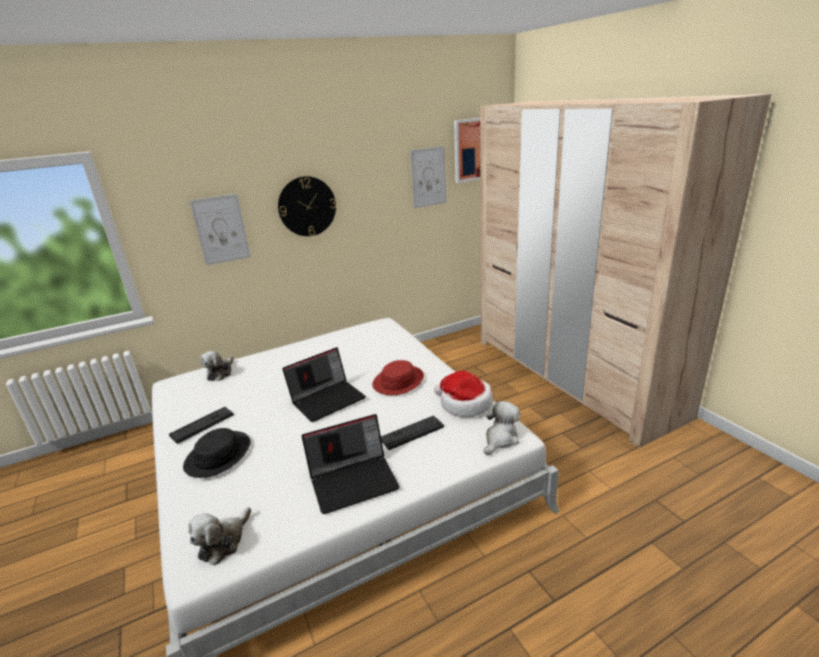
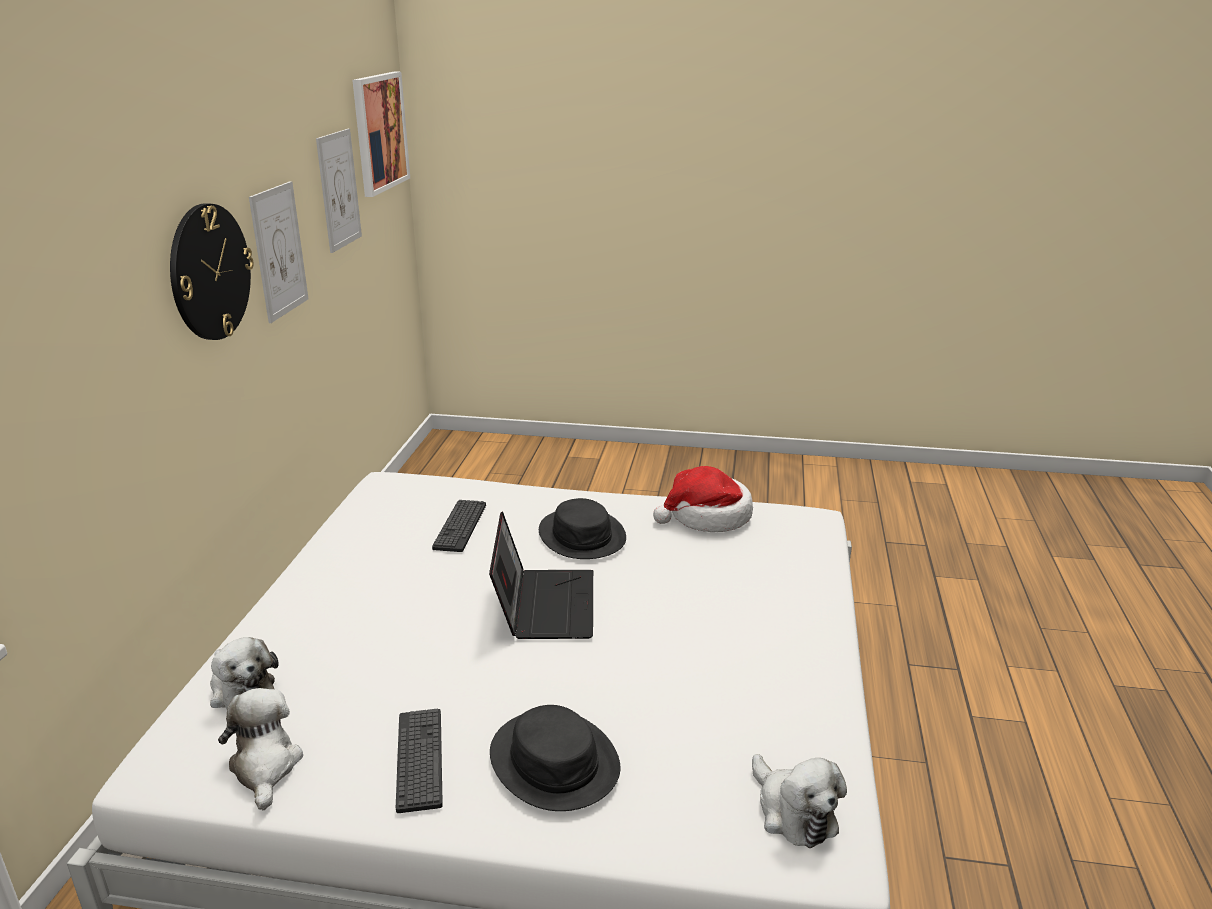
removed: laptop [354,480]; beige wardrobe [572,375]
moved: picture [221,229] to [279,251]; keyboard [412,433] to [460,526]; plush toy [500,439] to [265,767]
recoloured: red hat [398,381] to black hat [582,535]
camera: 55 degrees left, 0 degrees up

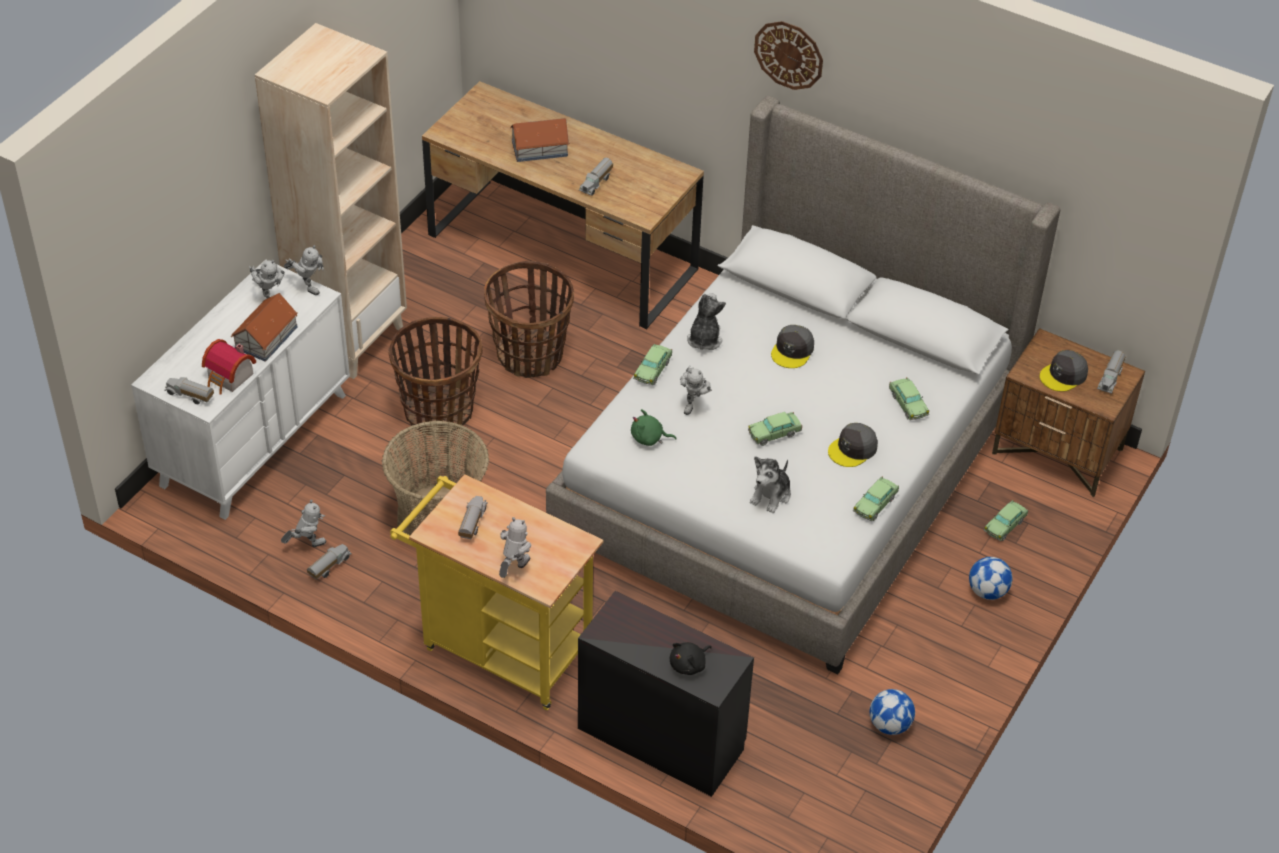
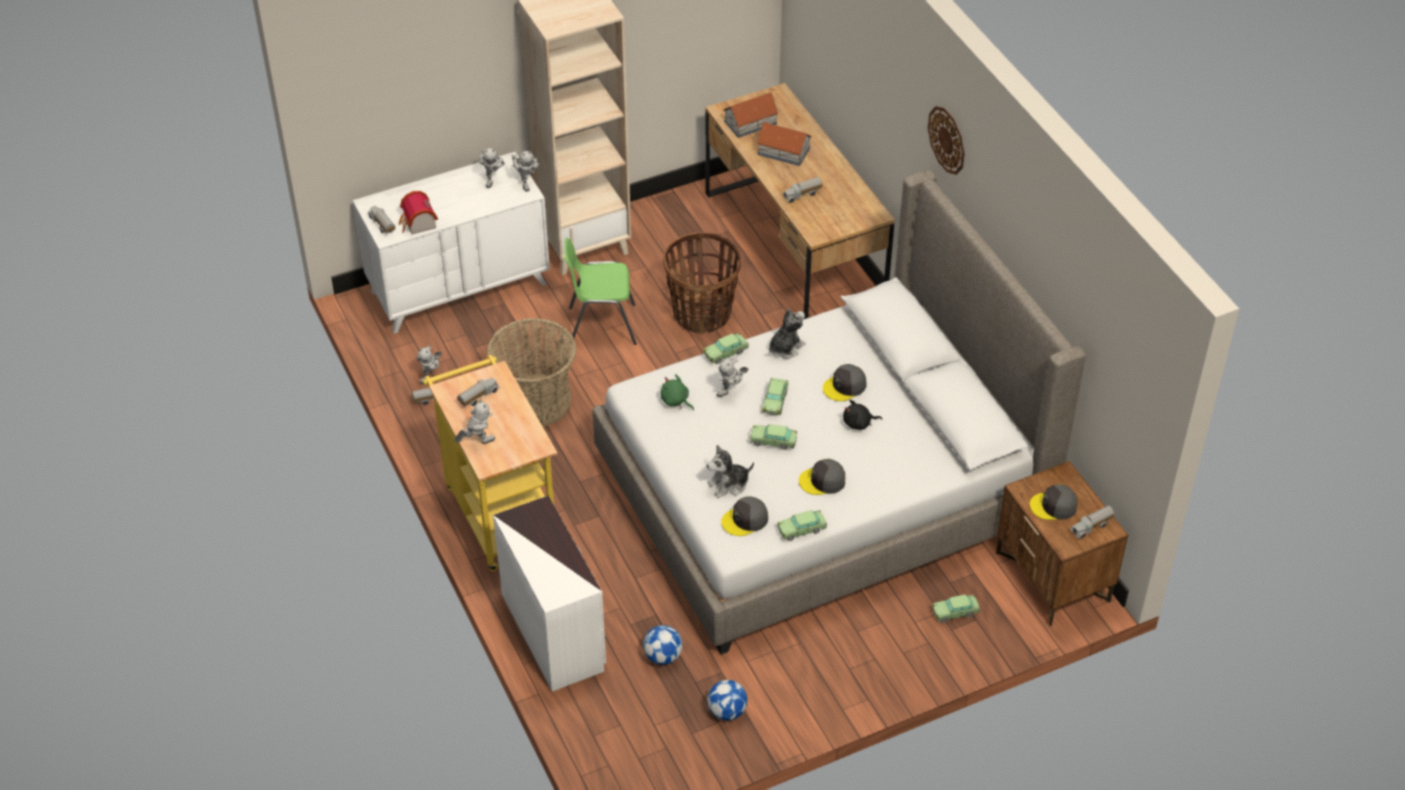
added: grey cap [745,520]
moved: toy house [267,337] to [751,123]; black plush toy [689,665] to [859,423]; toy car [908,404] to [775,401]; football [987,591] to [663,656]
replaced: basket [439,411] to green chair [601,325]
recoloured: black dresser [661,736] to white dresser [554,631]
turned: toy robot [307,544] = [432,376] 105 degrees clockwise
camera: 35 degrees right, 0 degrees up

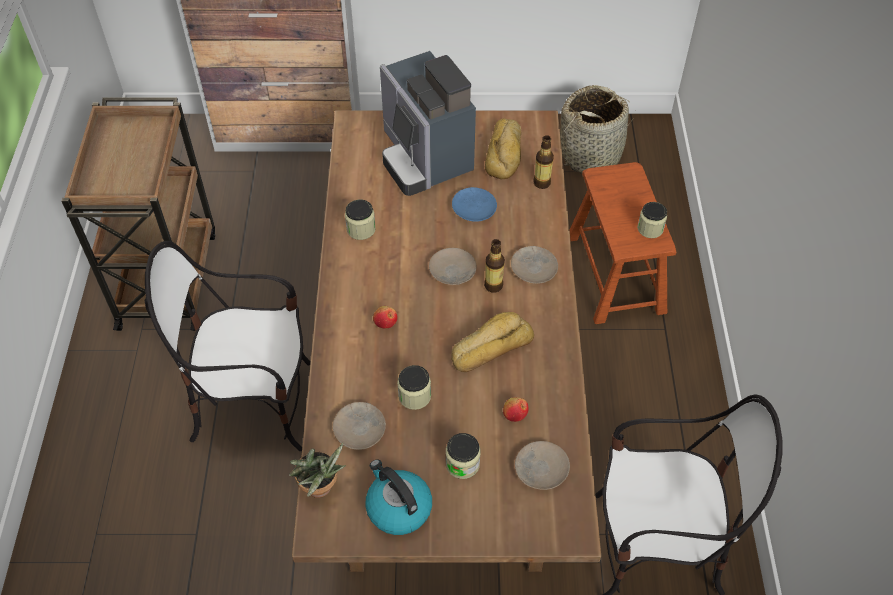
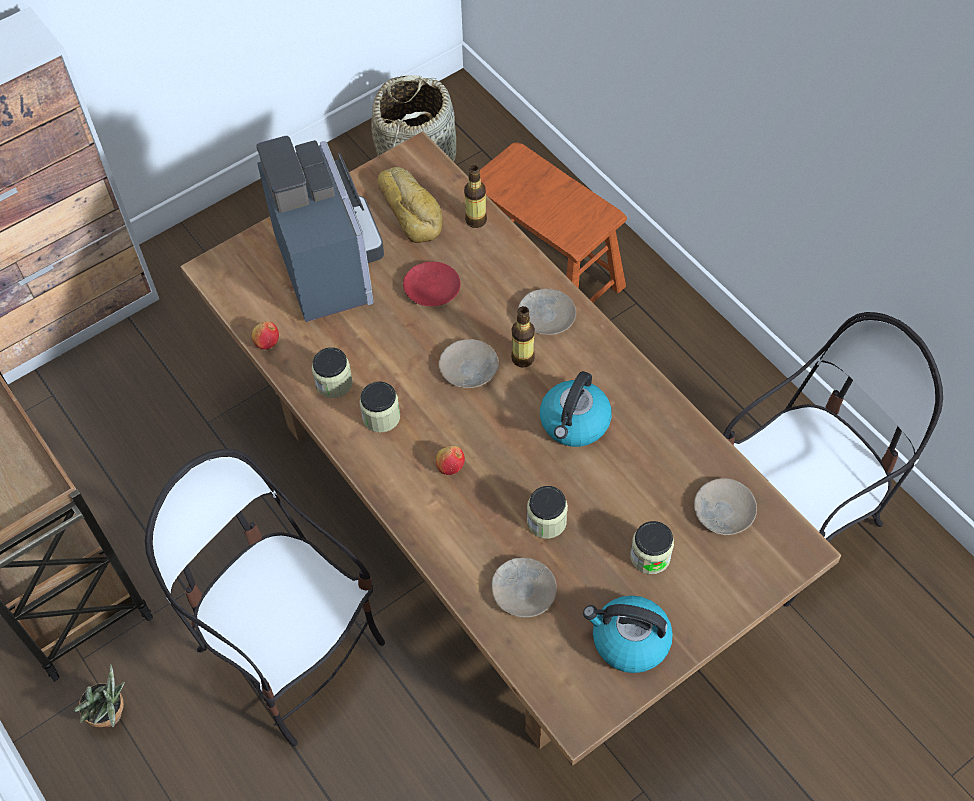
moved: potted plant [321,490] to [112,716]; apple [515,414] to [266,341]; jar [650,229] to [381,417]
replaced: bread [490,347] to kettle [574,423]
recoloured: blue plate [474,208] to red plate [431,288]
turned: chair [254,404] = [290,652] 75 degrees clockwise; coffee machine [424,157] = [330,263] 135 degrees counterclockwise
camera: 35 degrees left, 5 degrees up

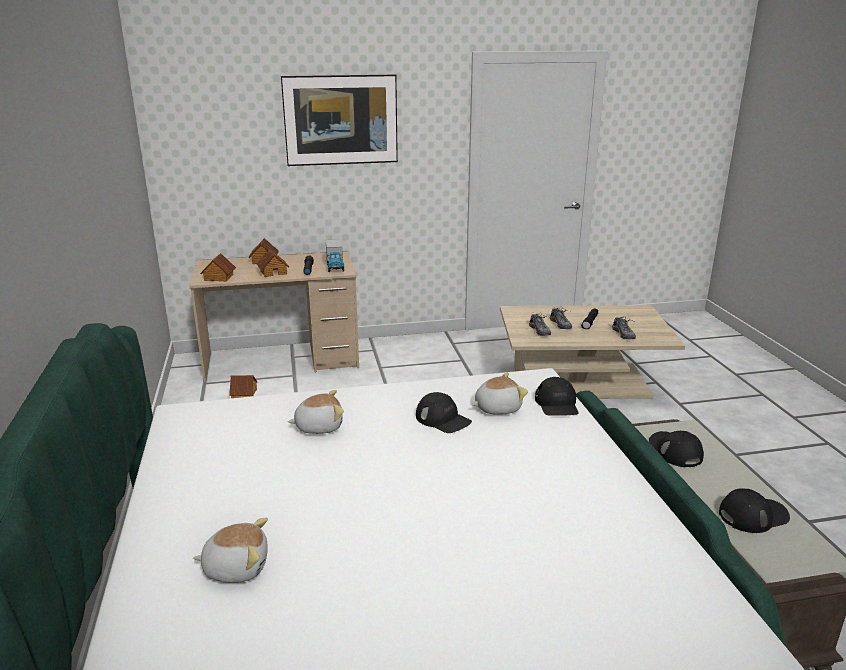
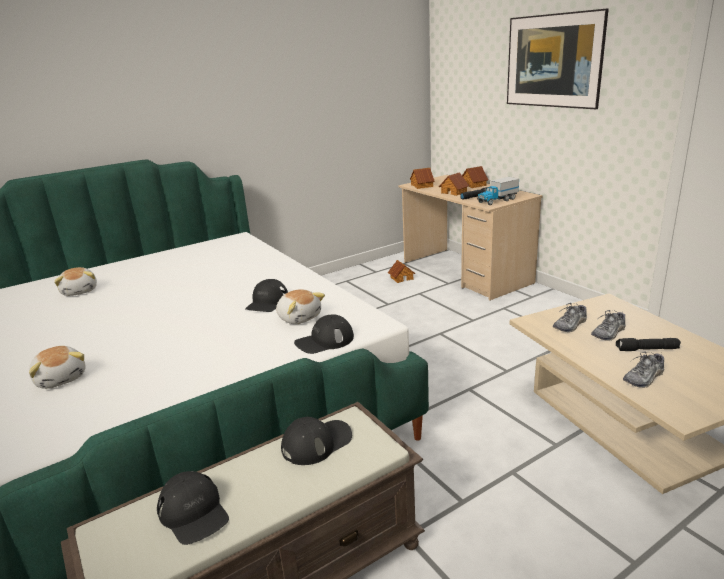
moved: plush toy [319,426] to [61,378]
camera: 70 degrees right, 0 degrees up

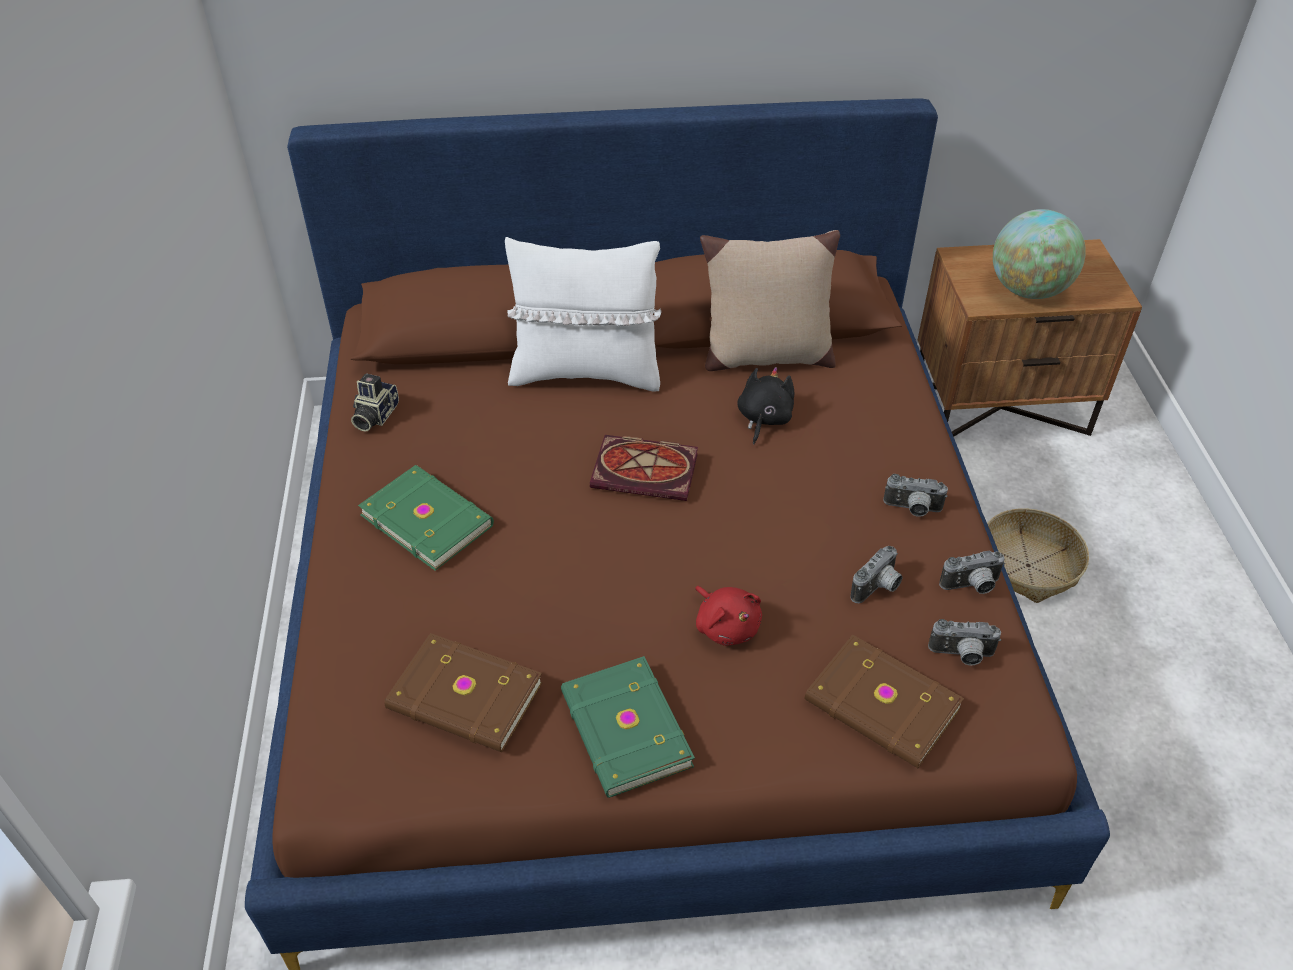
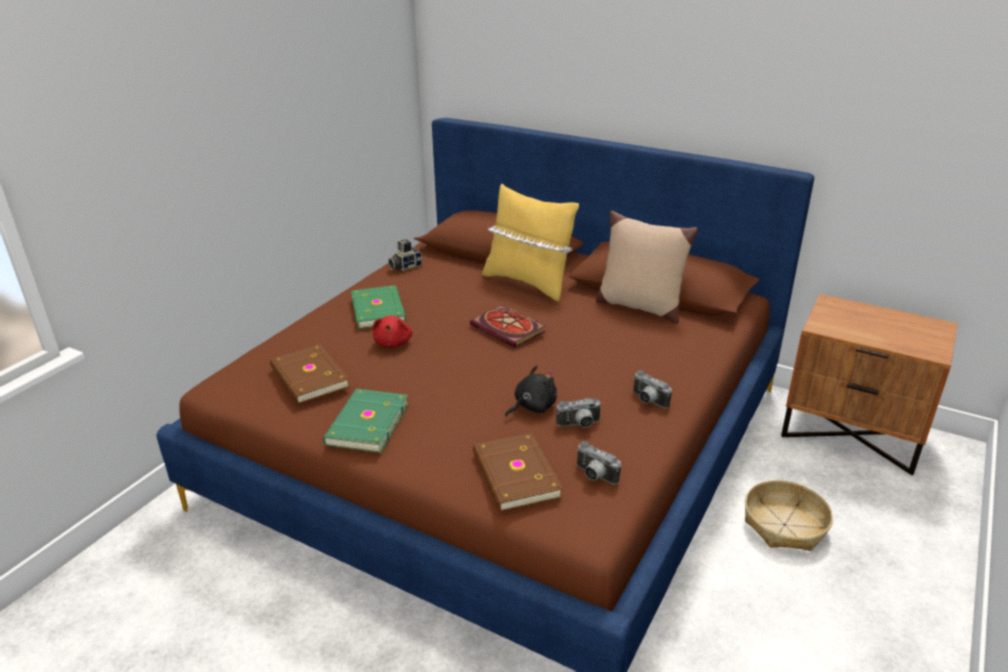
removed: photo camera [972,587]; globe [1028,290]
moved: red plush toy [726,626] to [393,343]; black plush toy [763,419] to [532,406]
recoloured: white pillow [586,373] to yellow pillow [528,282]
camera: 35 degrees right, 15 degrees down

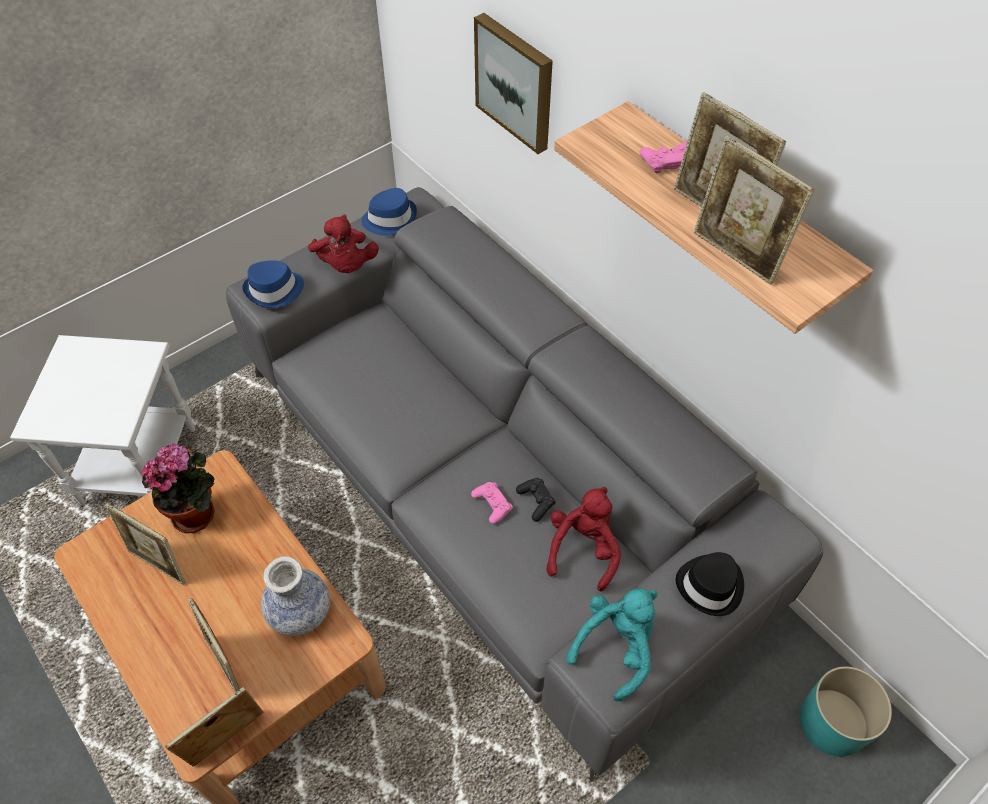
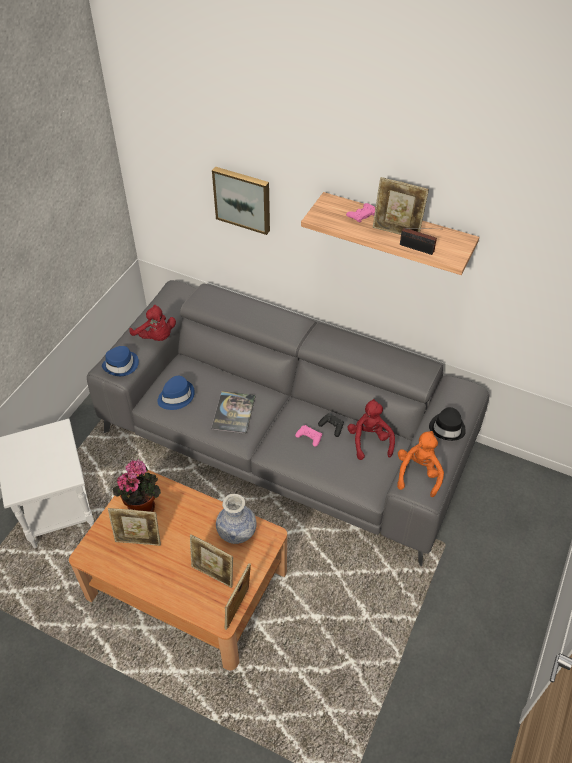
removed: turquoise planter [833,722]
added: book [233,413]
moved: blue hat [390,218] to [176,396]
replaced: picture frame [736,256] to radio [418,249]
recoloured: turquoise plush toy [616,647] to orange plush toy [418,473]
camera: 25 degrees left, 5 degrees down

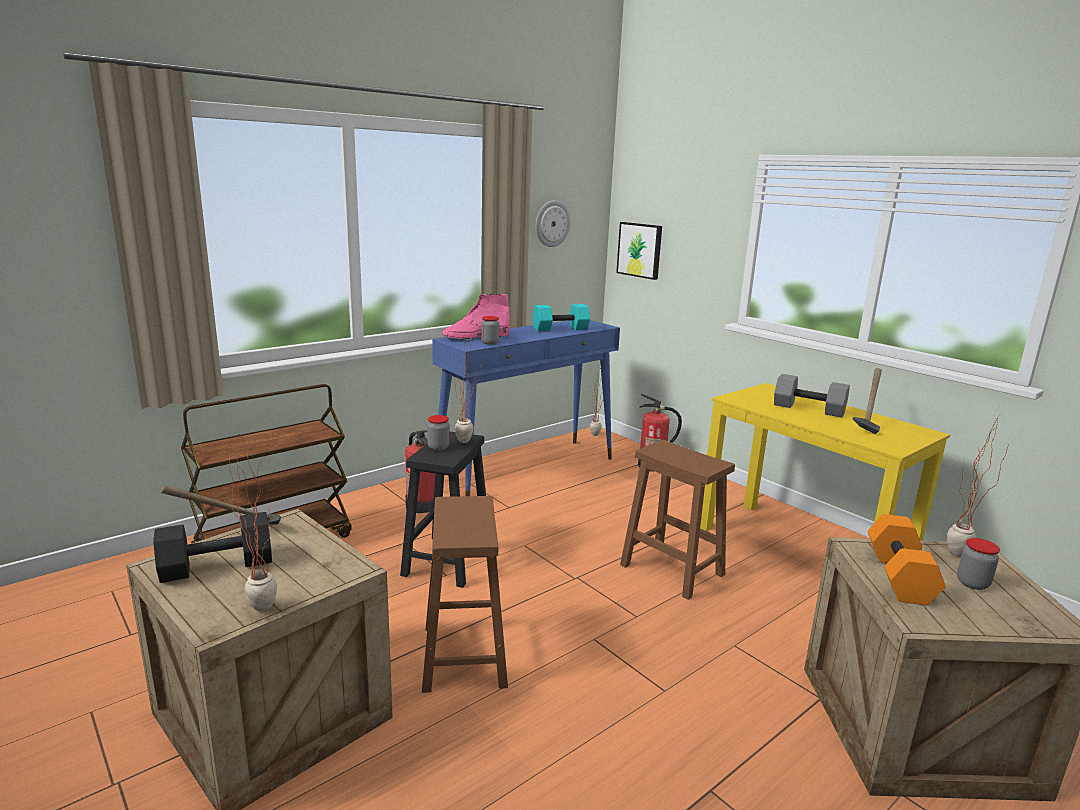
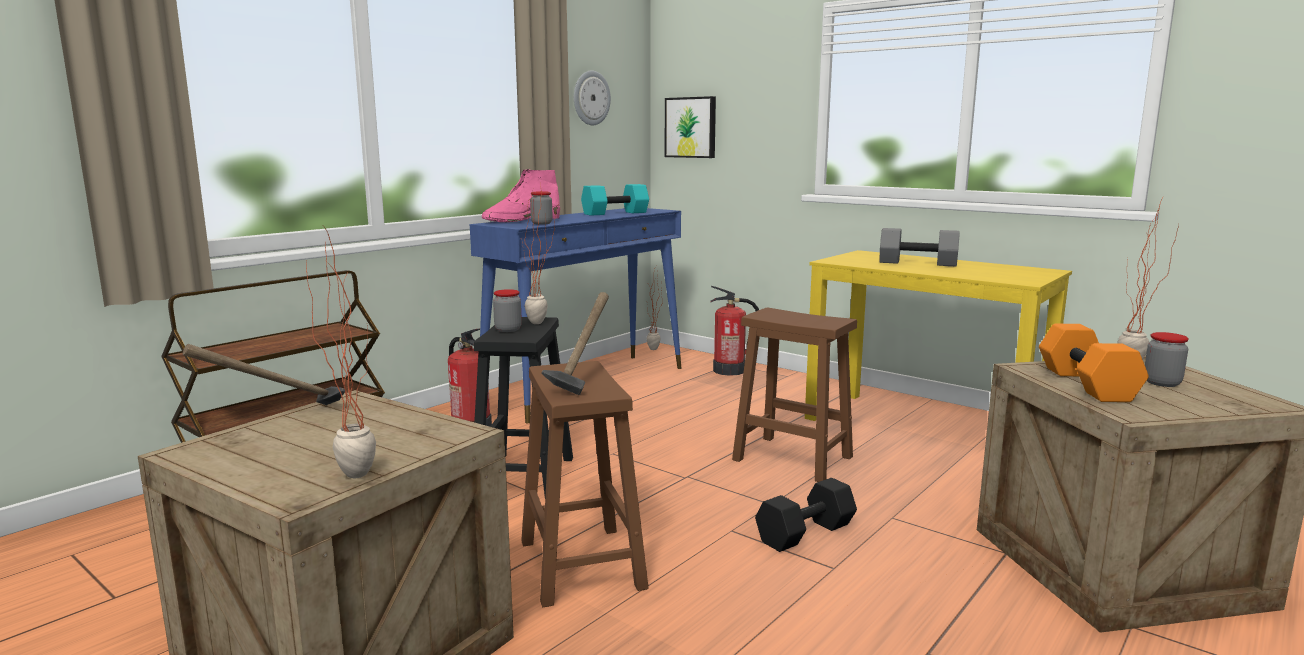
moved: black dumbbell [216,567] to [806,534]; hammer [866,424] to [581,380]
camera: 10 degrees left, 5 degrees down

